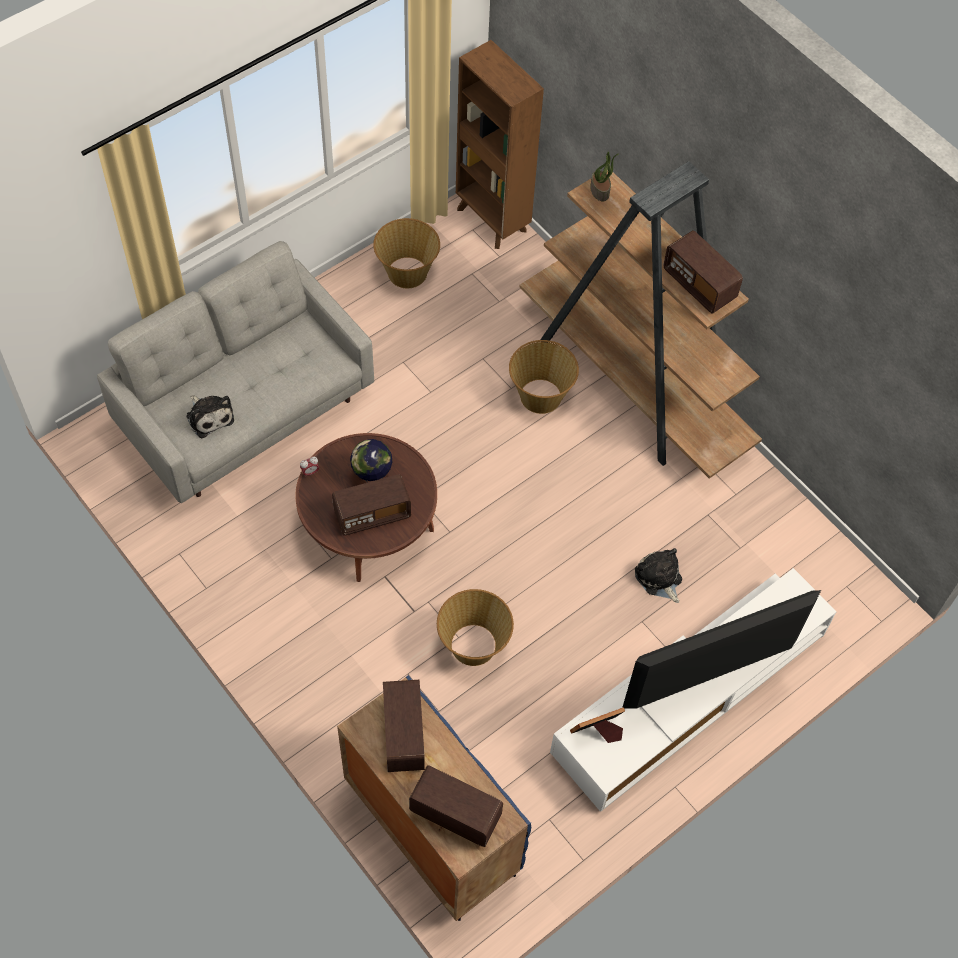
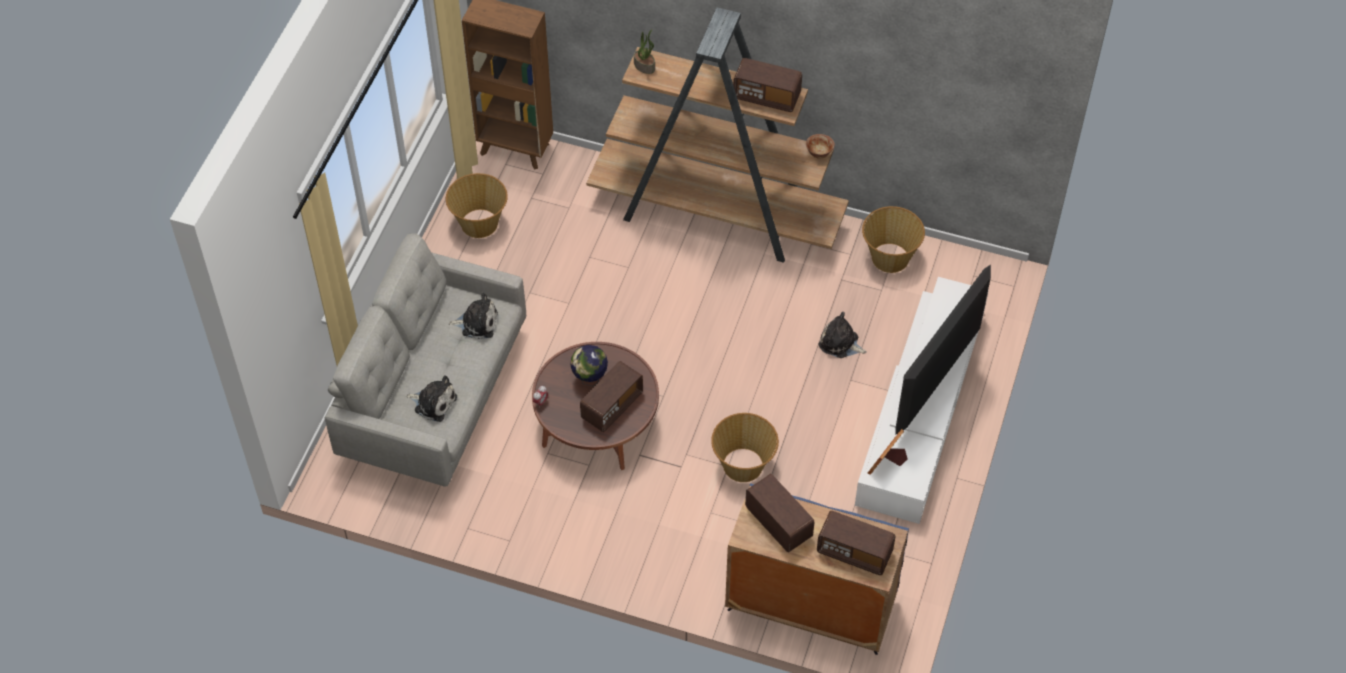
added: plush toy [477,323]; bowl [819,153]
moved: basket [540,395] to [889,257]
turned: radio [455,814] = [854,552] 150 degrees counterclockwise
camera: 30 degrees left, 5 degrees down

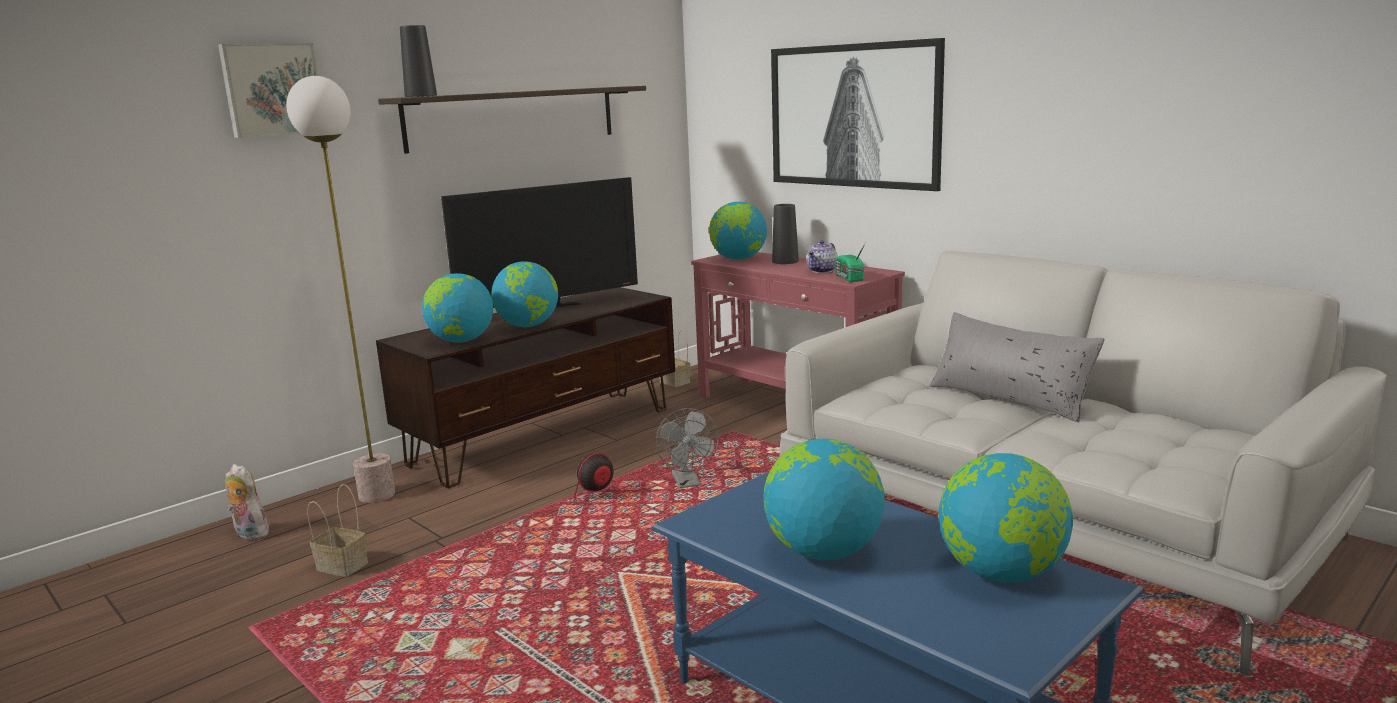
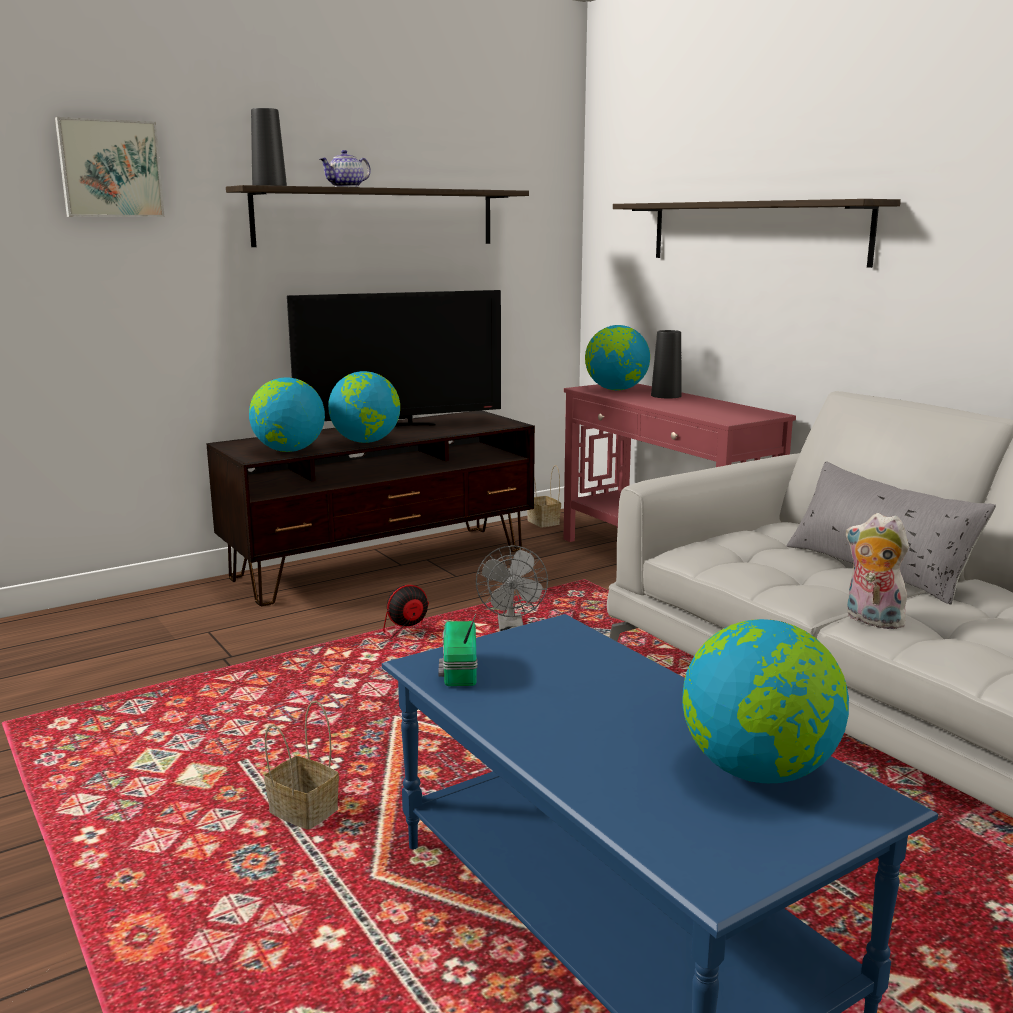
removed: floor lamp [377,495]; globe [823,552]
moved: plush toy [248,534] to [871,620]; basket [340,566] to [301,813]; teapot [822,271] to [346,187]; radio [848,278] to [458,671]
replaced: picture [854,116] to shelf [754,232]
camera: 10 degrees right, 0 degrees up

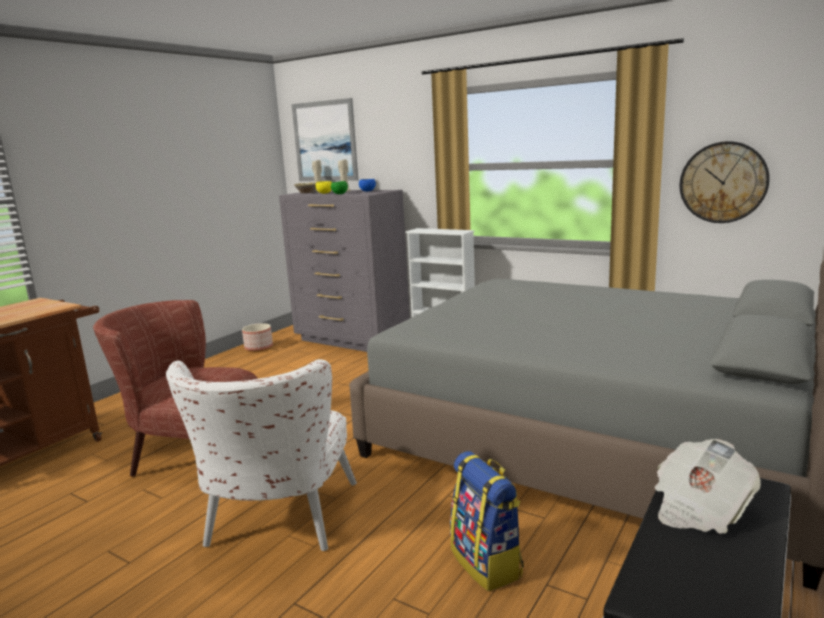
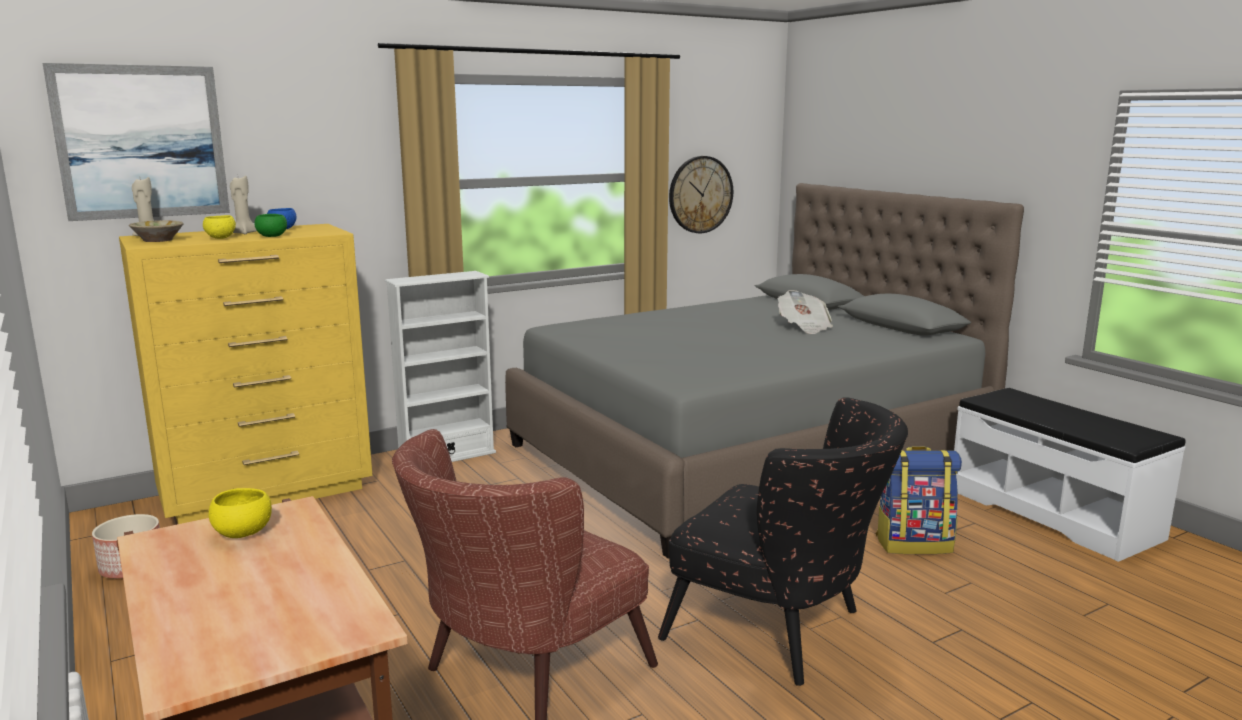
added: yellow bowl [243,533]
moved: newspaper [699,508] to [804,327]
recoloured: white armchair [276,524] to black armchair [781,632]; grey dresser [352,340] to yellow dresser [268,493]
camera: 65 degrees left, 0 degrees up

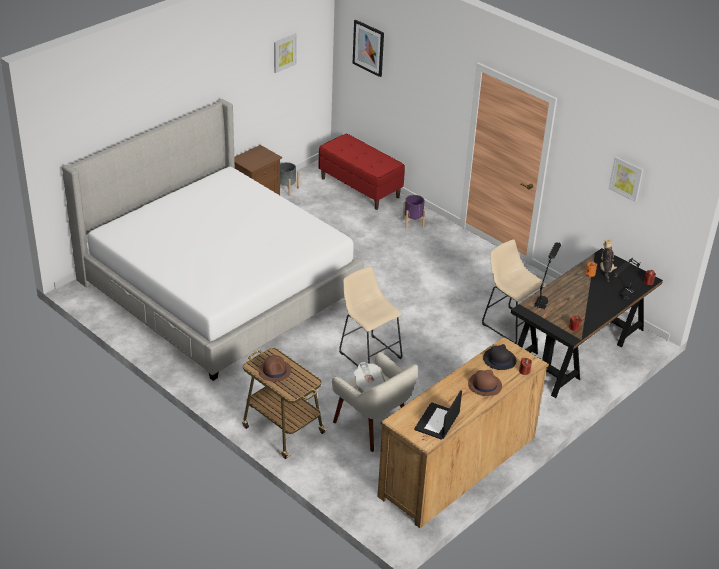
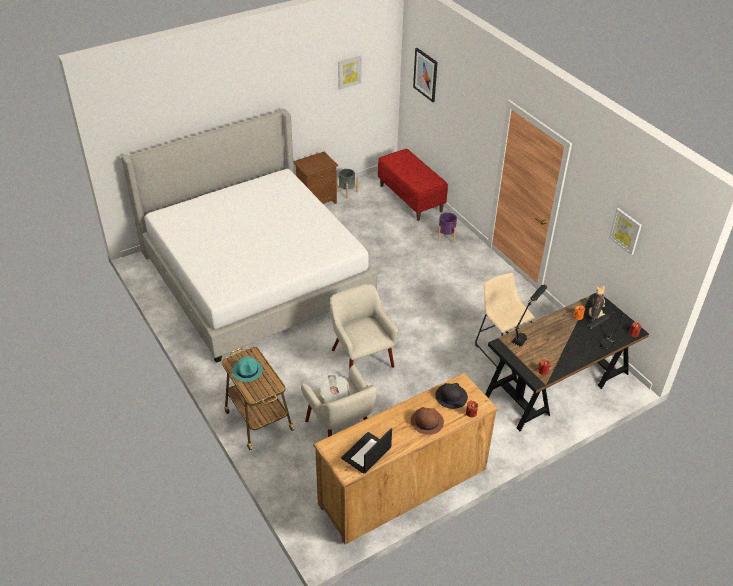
replaced: beige stool [368,353] to beige armchair [361,357]
recoloured: brown hat [275,371] to turquoise hat [247,370]
camera: 15 degrees right, 5 degrees up

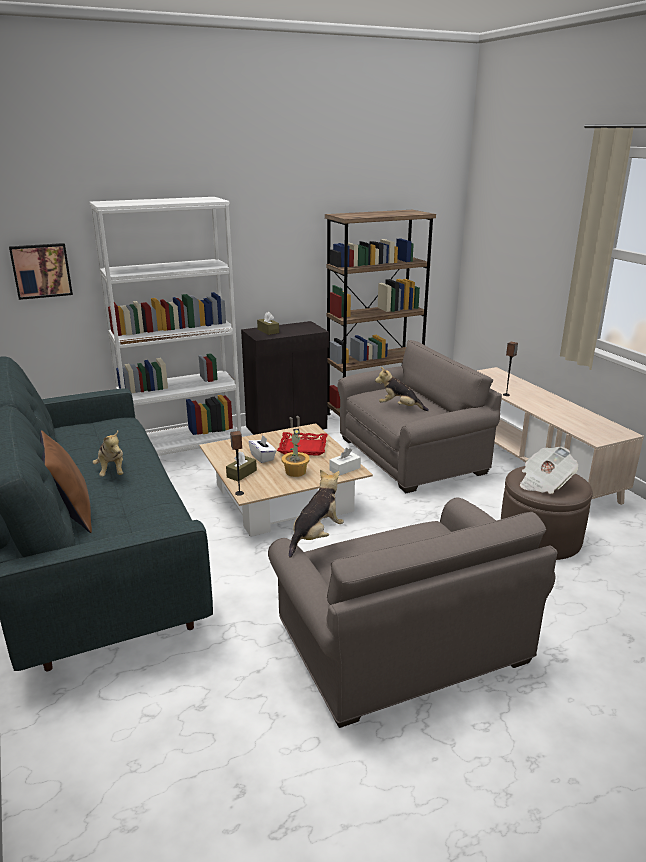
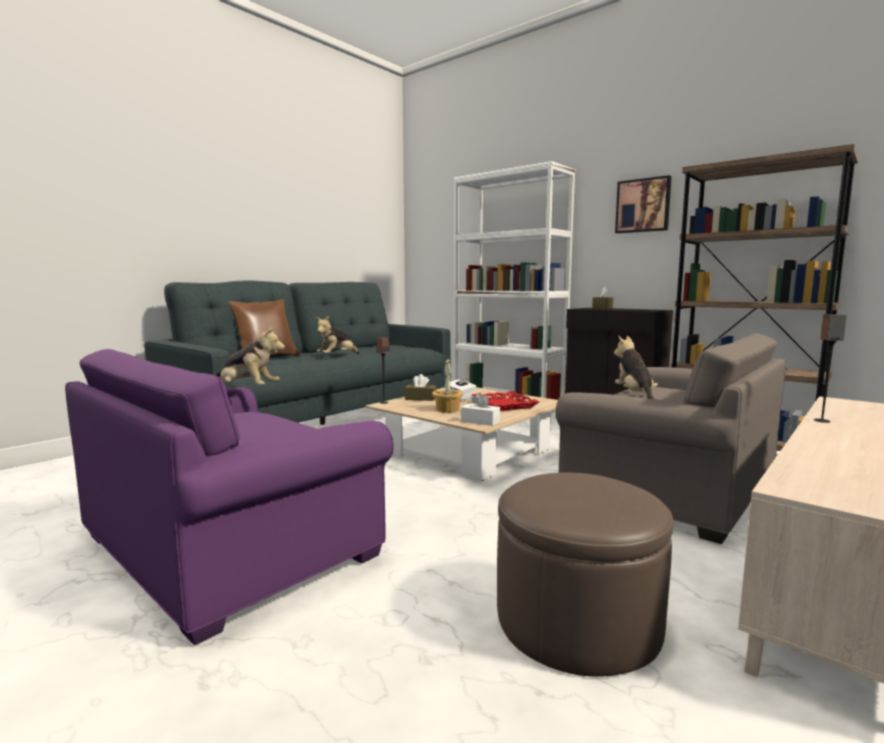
removed: newspaper [544,483]
moved: picture [41,270] to [643,205]
recoloured: grey armchair [401,643] to purple armchair [231,545]
camera: 65 degrees right, 15 degrees down

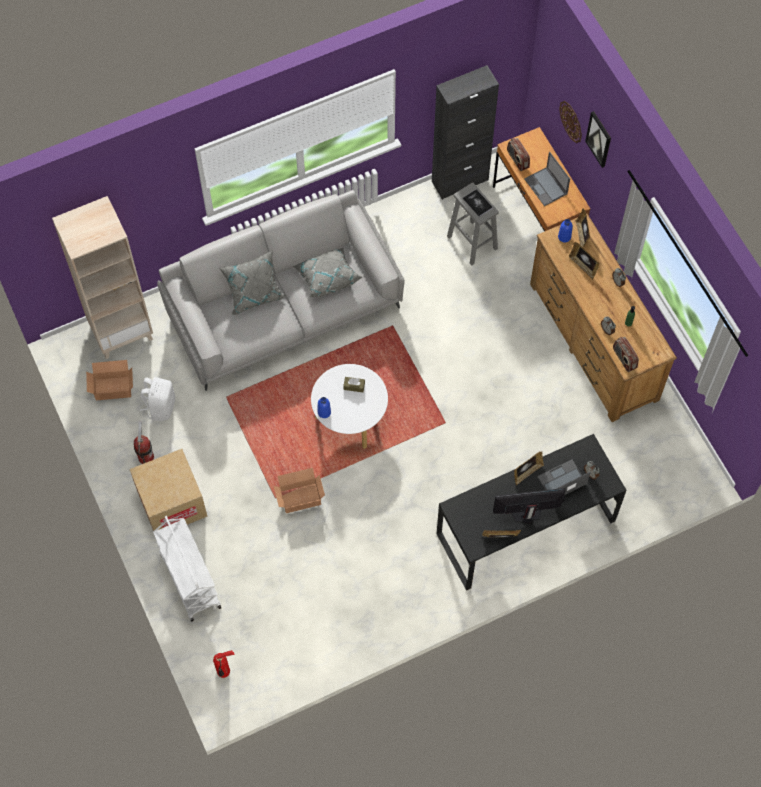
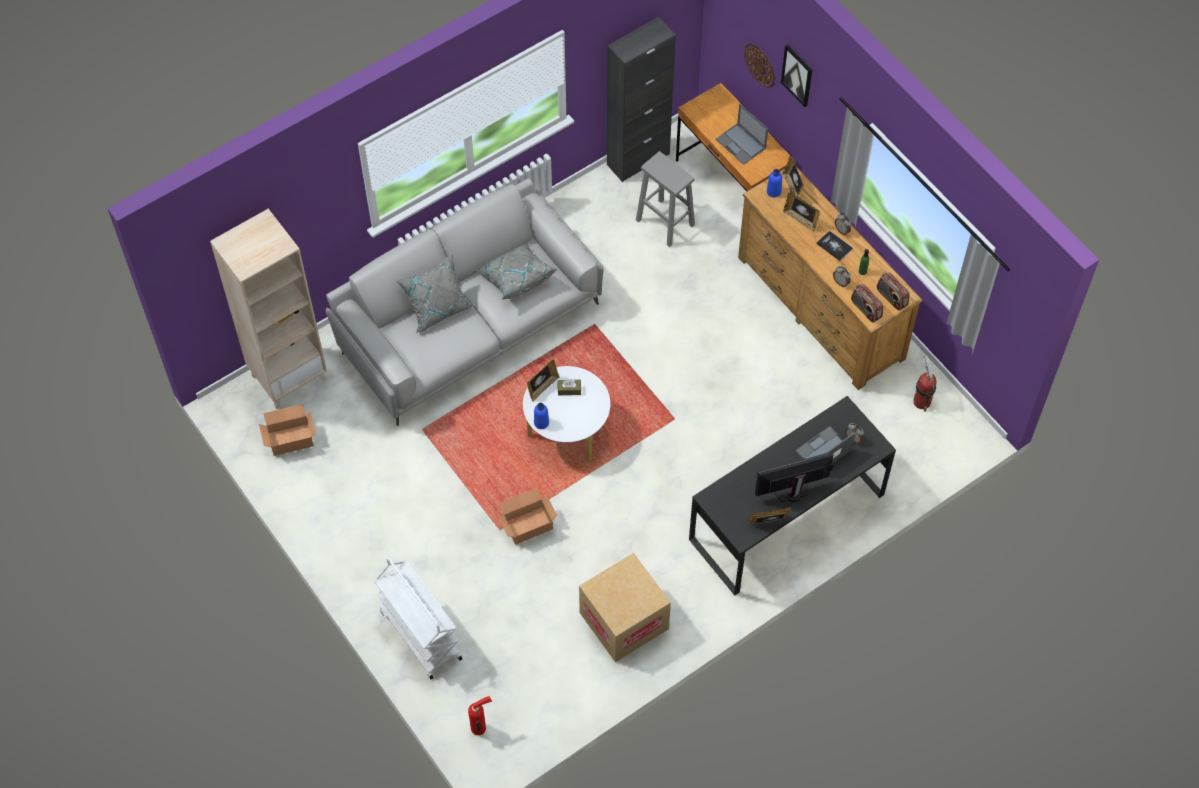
removed: white backpack [160,406]
moved: cardboard box [172,503] to [624,620]; fire extinguisher [146,457] to [922,401]; book [477,203] to [834,246]; radio [517,159] to [891,298]; picture frame [527,472] to [542,387]
camera: 10 degrees left, 5 degrees down

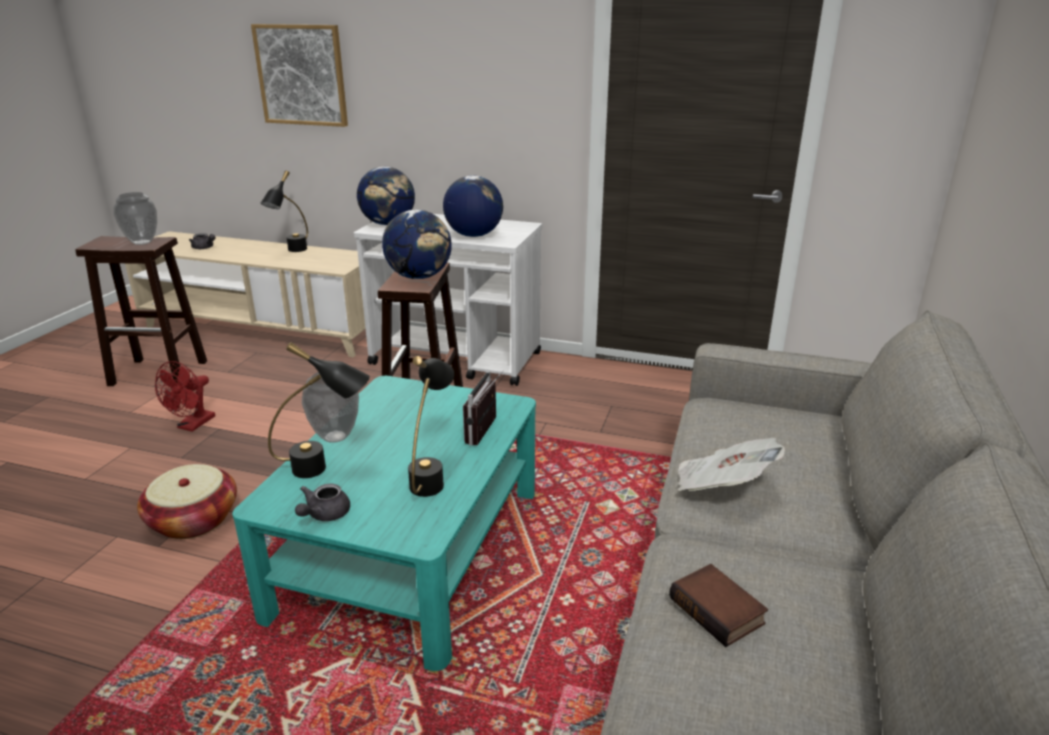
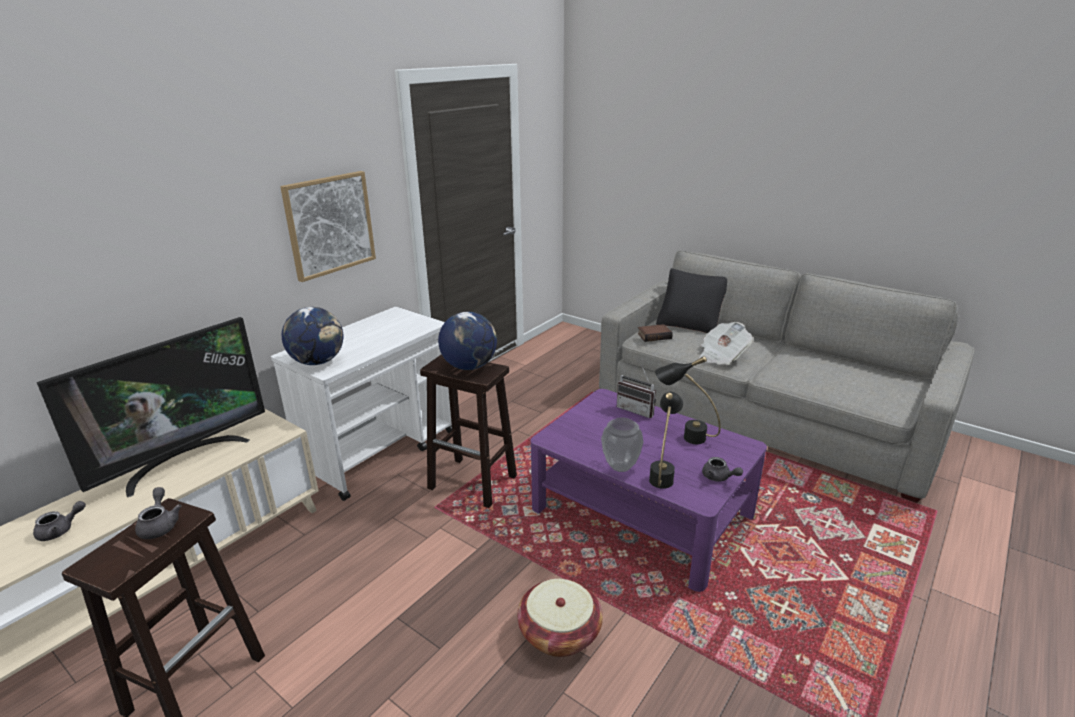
removed: red fan [193,425]; globe [473,235]
added: black pillow [690,324]
moved: picture [301,75] to [329,224]; book [719,610] to [654,335]
replaced: vase [142,242] to grey teapot [160,525]; black table lamp [292,252] to television [182,459]
recoloured: turquoise coffee table [411,550] to purple coffee table [642,511]
camera: 70 degrees left, 0 degrees up

